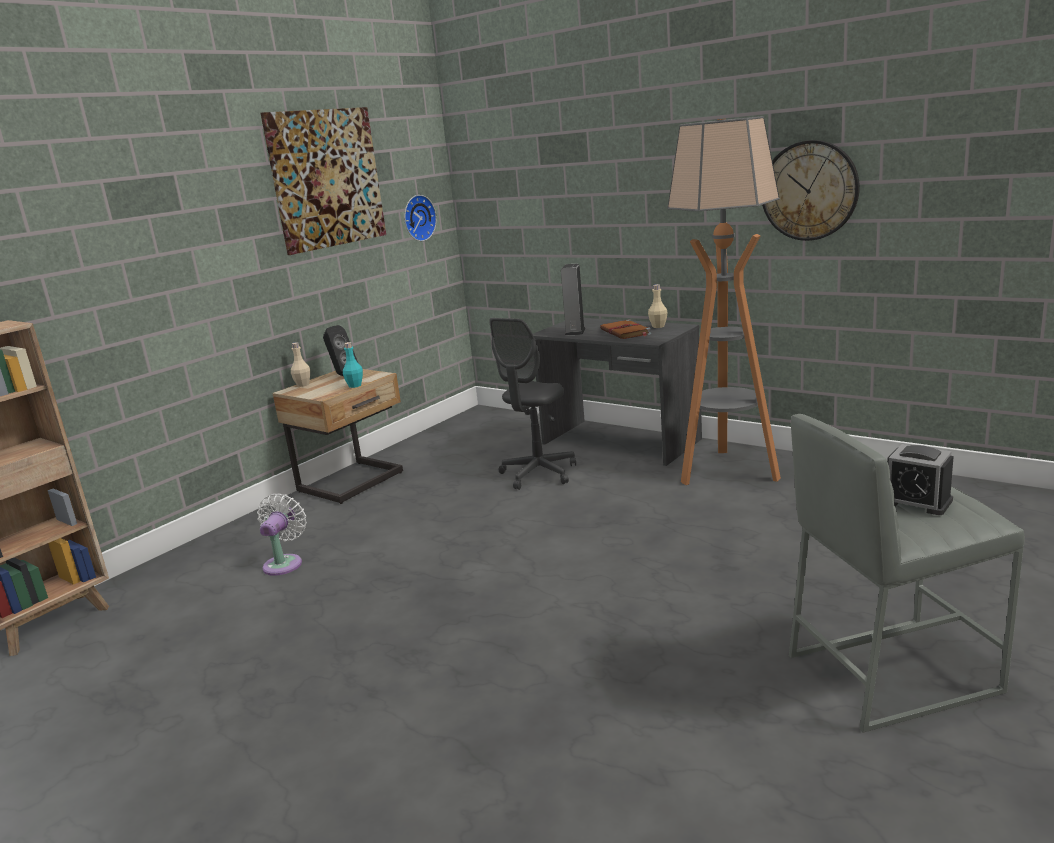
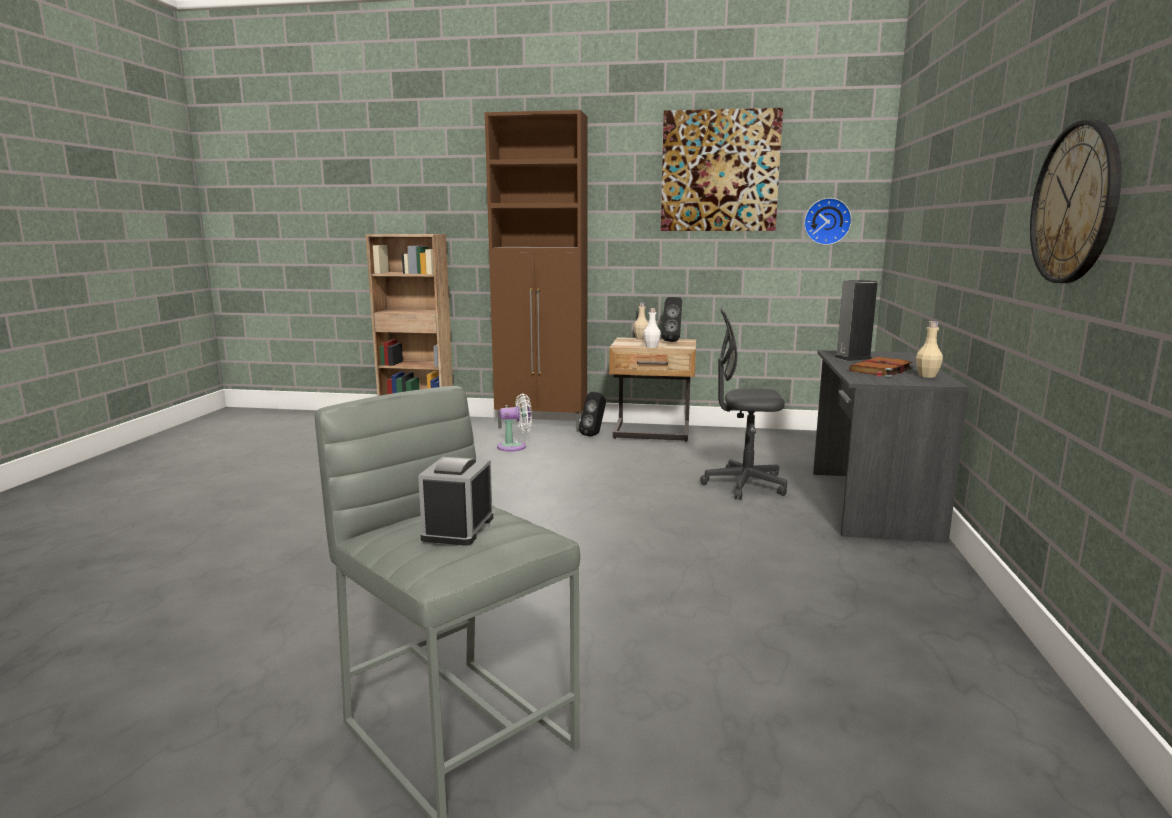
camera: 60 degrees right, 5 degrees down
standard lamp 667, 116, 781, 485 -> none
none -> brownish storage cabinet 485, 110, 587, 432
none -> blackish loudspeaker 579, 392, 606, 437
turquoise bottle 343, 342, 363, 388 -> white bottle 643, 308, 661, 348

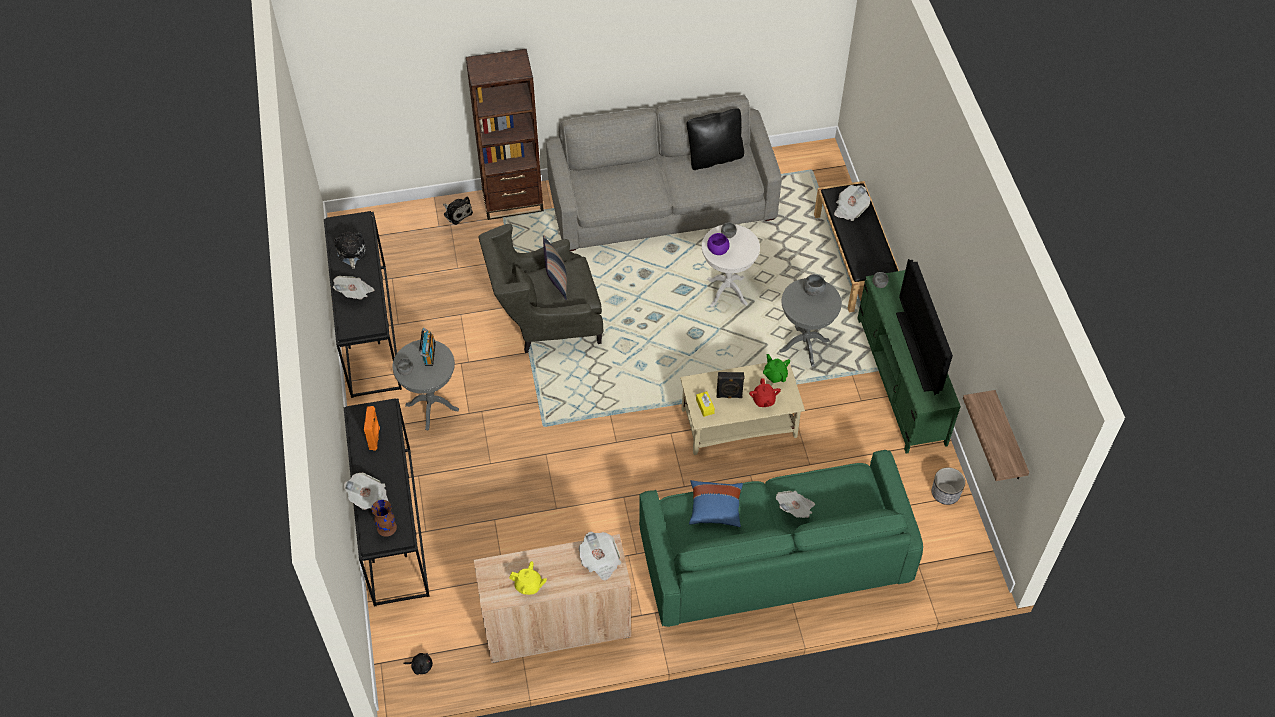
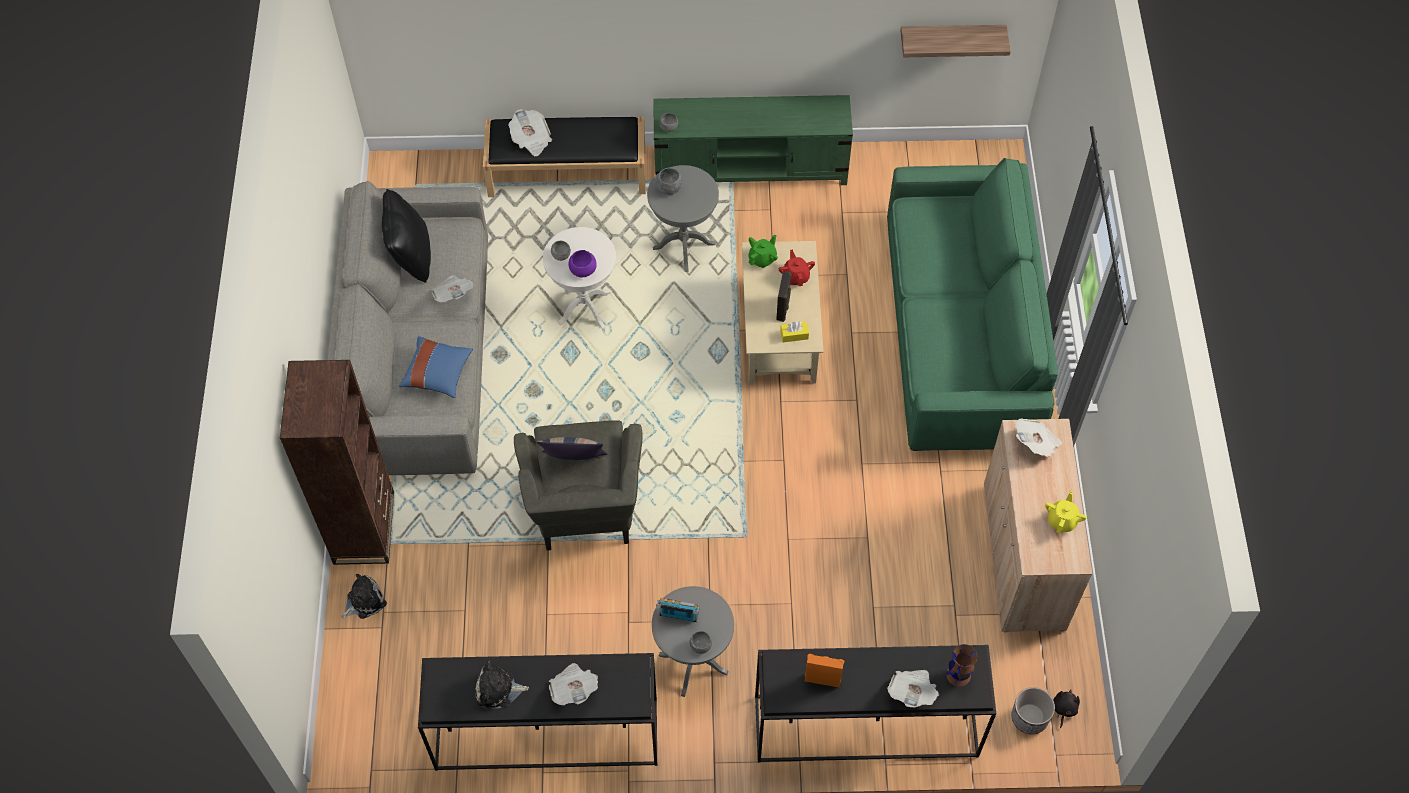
camera: 80 degrees left, 5 degrees up
TV set 896, 259, 953, 395 -> none
blue-coloured throw pillow 689, 480, 743, 527 -> blue-coloured throw pillow 399, 337, 473, 398, move
daily paper 776, 491, 815, 518 -> daily paper 432, 275, 473, 302, move
planter 932, 467, 965, 505 -> planter 1011, 687, 1055, 734, move
reddish teapot 749, 378, 781, 407 -> reddish teapot 779, 249, 815, 286, 105 degrees counterclockwise
greenish teapot 763, 354, 790, 383 -> greenish teapot 748, 234, 778, 268, 150 degrees clockwise

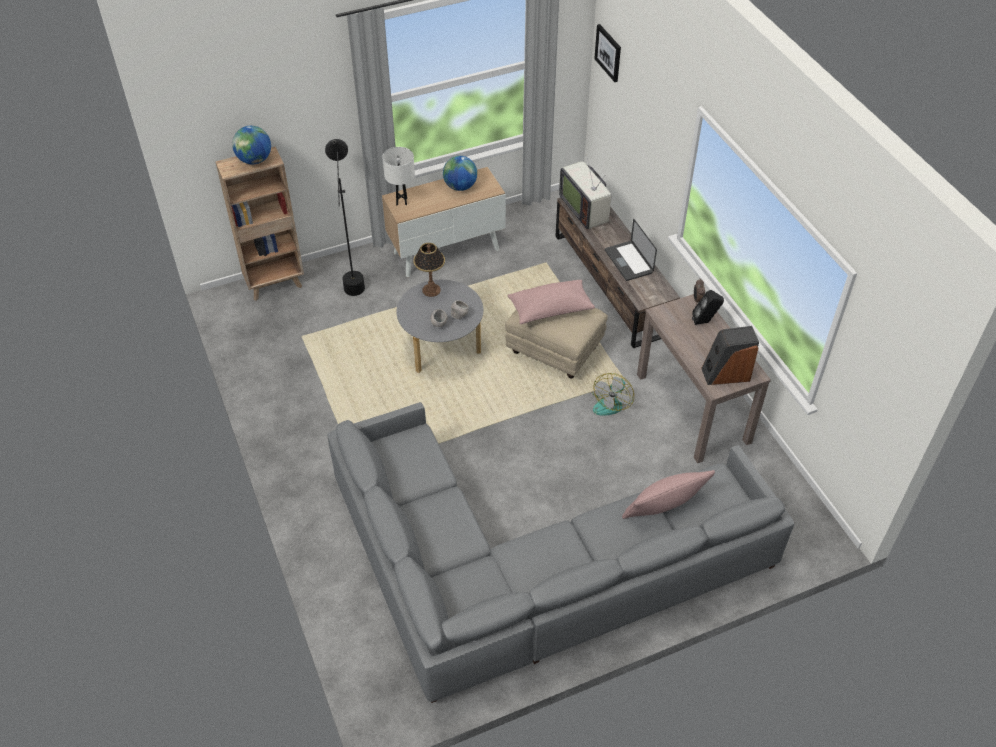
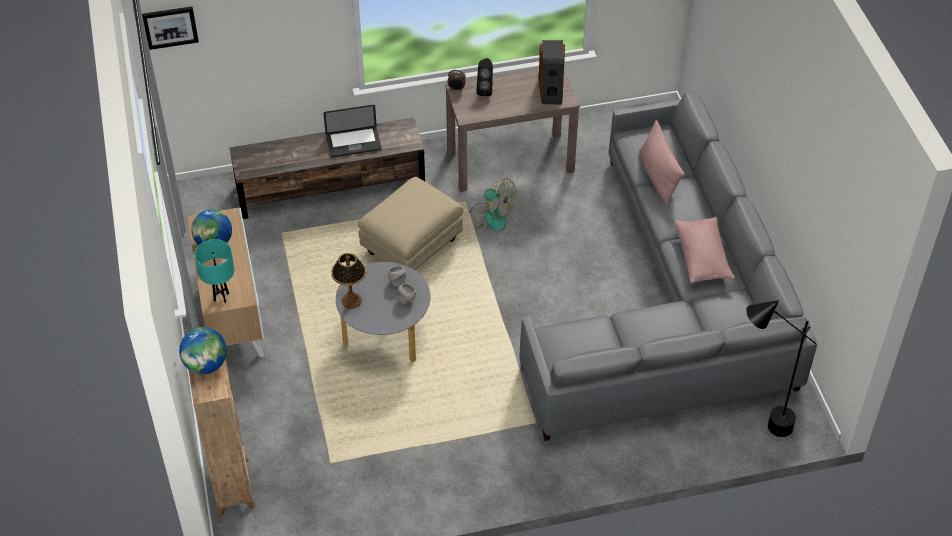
camera: 80 degrees left, 0 degrees up
TV set 559, 157, 611, 230 -> none
blackish standard lamp 325, 139, 365, 296 -> blackish standard lamp 746, 300, 816, 437, move
pink-coloured throw pillow 508, 280, 595, 324 -> pink-coloured throw pillow 674, 217, 735, 284, move
white lamp for a table 382, 147, 415, 205 -> turquoise lamp for a table 194, 239, 235, 303

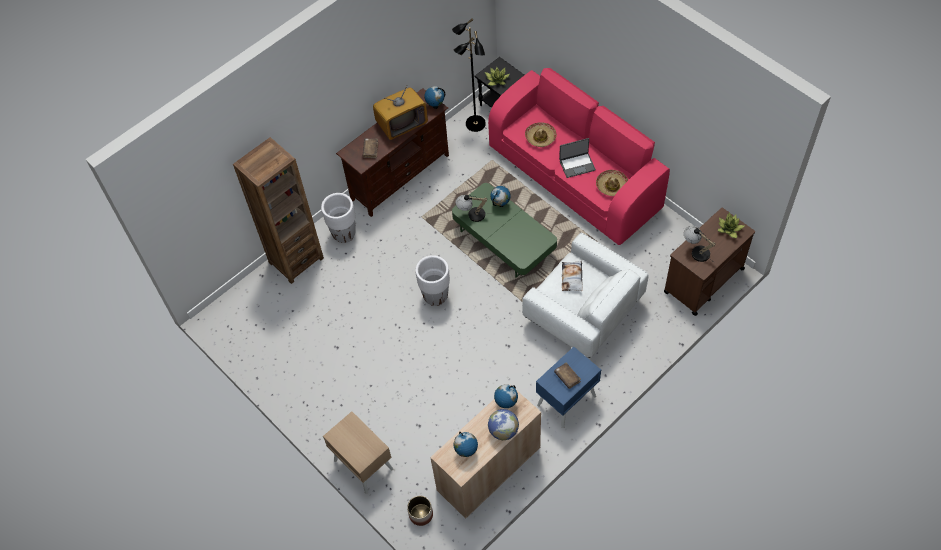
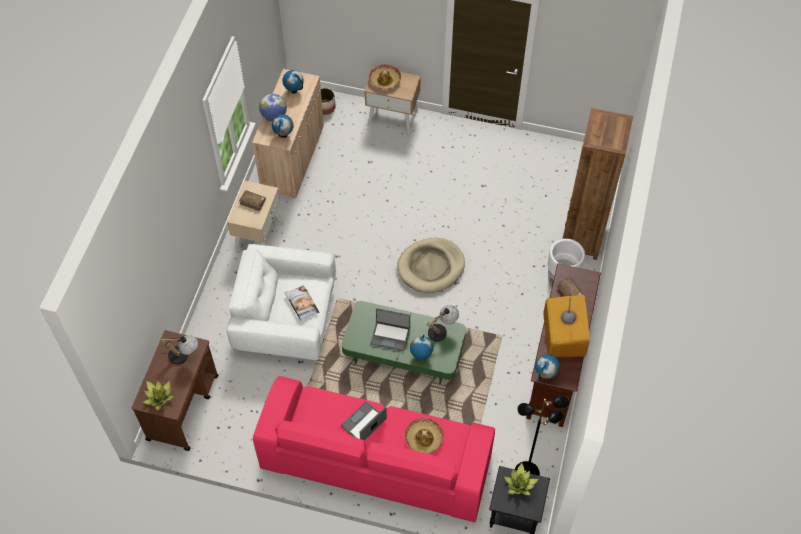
camera: 145 degrees right, 0 degrees up
none -> laptop 370, 308, 410, 351
clothing hat 596, 170, 628, 196 -> clothing hat 369, 64, 401, 89, move
white planter 415, 255, 450, 306 -> beige dog bed 397, 238, 465, 293
blue-coloured nightstand 536, 347, 601, 428 -> beige nightstand 227, 181, 282, 252
TV set 373, 85, 428, 140 -> TV set 543, 293, 590, 357, 150 degrees clockwise

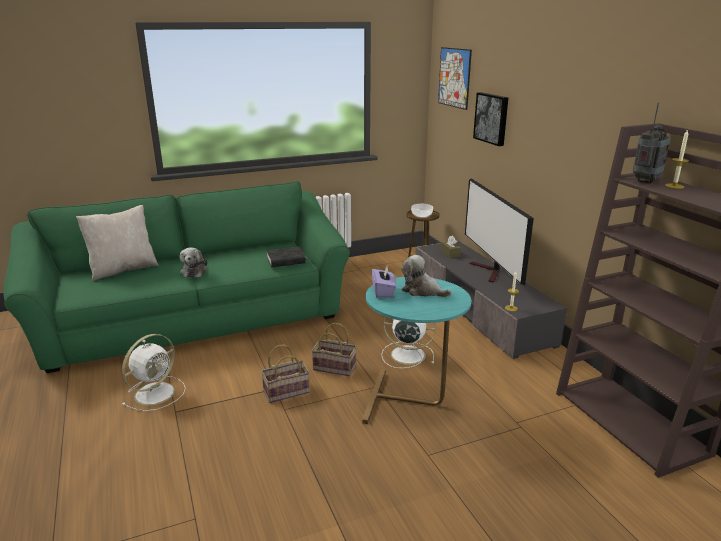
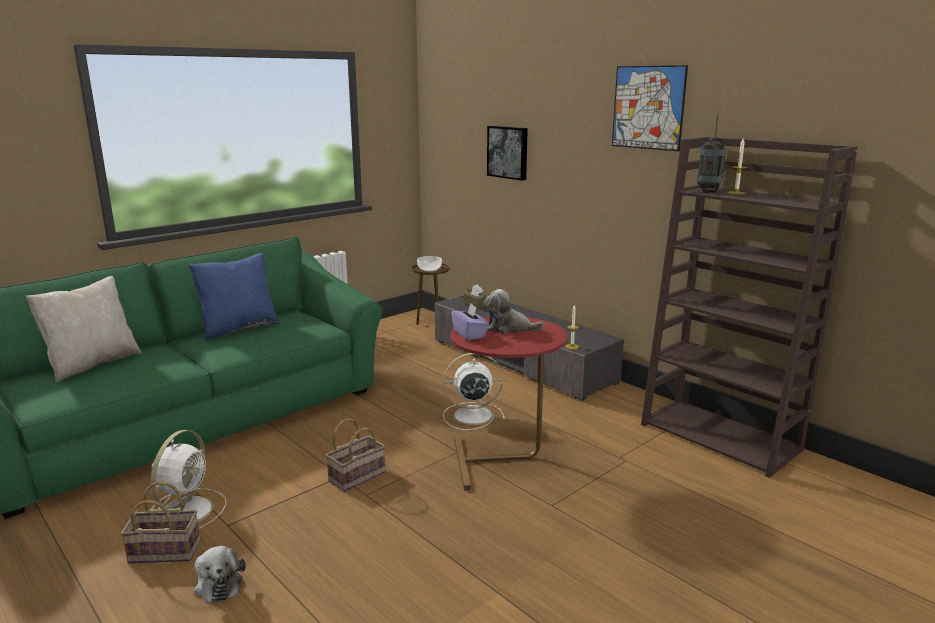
camera: 20 degrees left, 5 degrees down
blackish bound book 266, 247, 306, 267 -> none
TV set 465, 178, 534, 285 -> none
none -> blue-coloured throw pillow 189, 253, 280, 340
plush toy 180, 248, 208, 278 -> plush toy 193, 546, 246, 603, move
basket 311, 323, 357, 376 -> basket 121, 481, 200, 564, move
picture 438, 47, 472, 110 -> picture 612, 65, 688, 151, move
turquoise accent table 362, 277, 471, 424 -> reddish accent table 450, 317, 568, 490

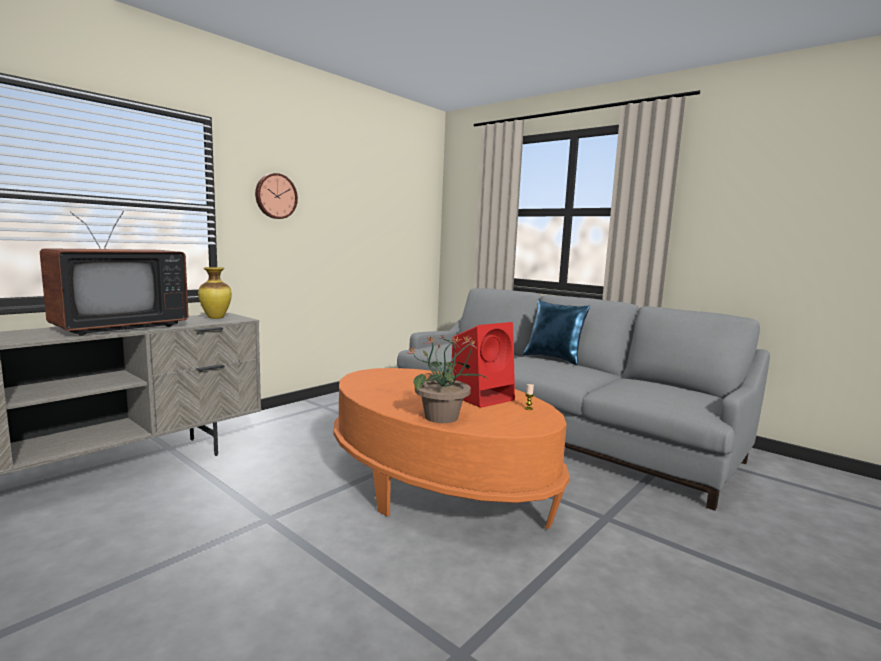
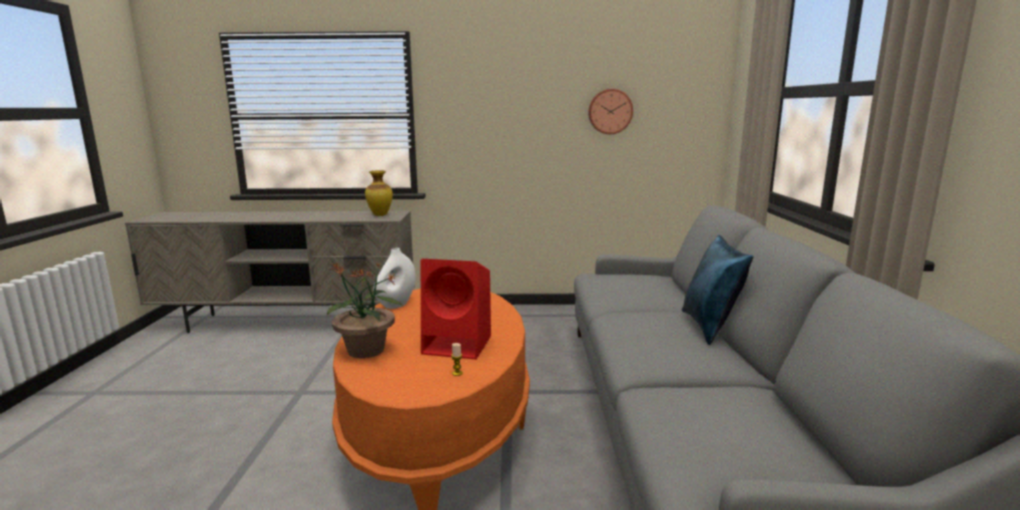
camera: 50 degrees right, 5 degrees up
TV set 40, 211, 188, 336 -> none
none -> white vase 373, 248, 416, 309
wall clock 255, 173, 298, 219 -> wall clock 588, 89, 633, 134, move

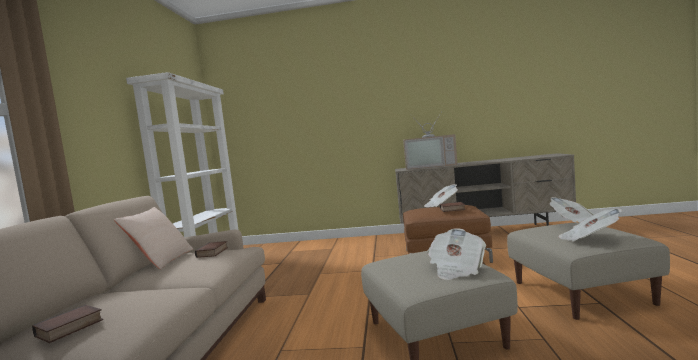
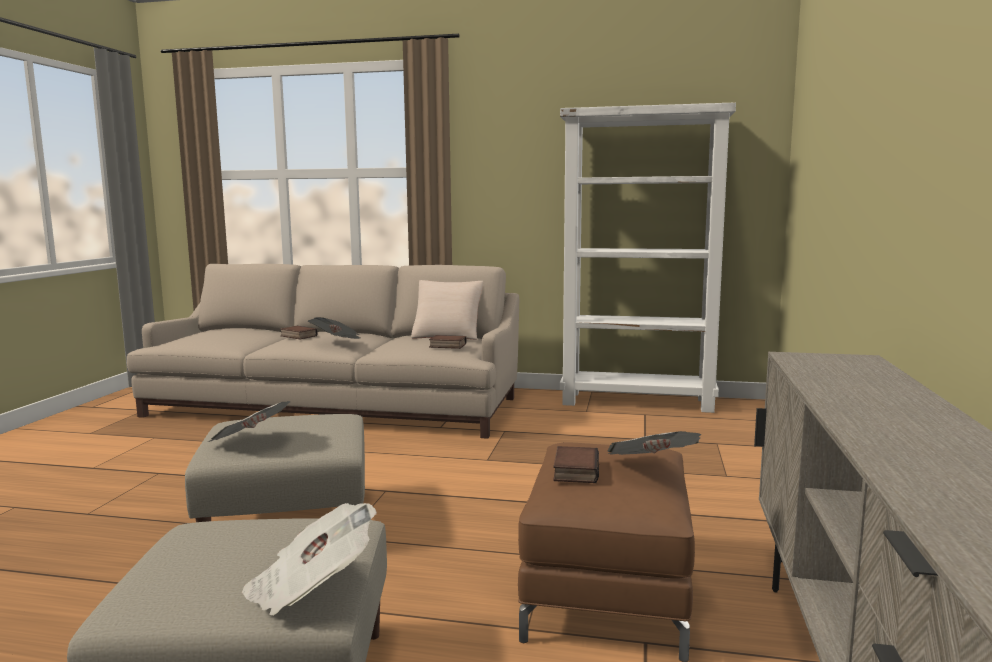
camera: 95 degrees right, 5 degrees up
TV set 403, 110, 458, 170 -> none
daily paper 558, 208, 622, 242 -> daily paper 308, 317, 360, 339, move

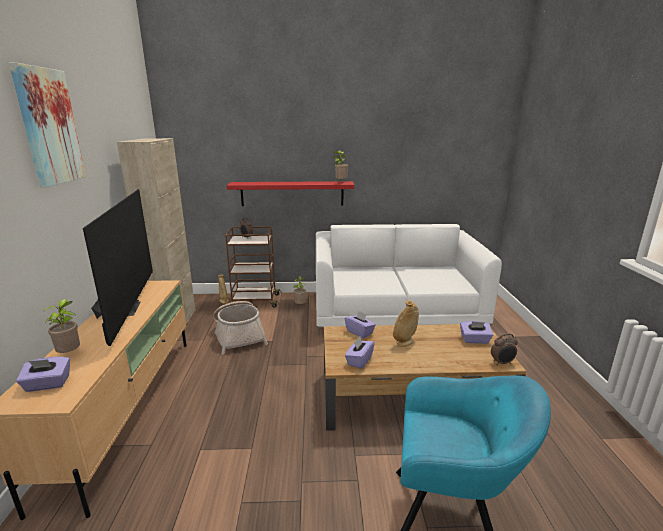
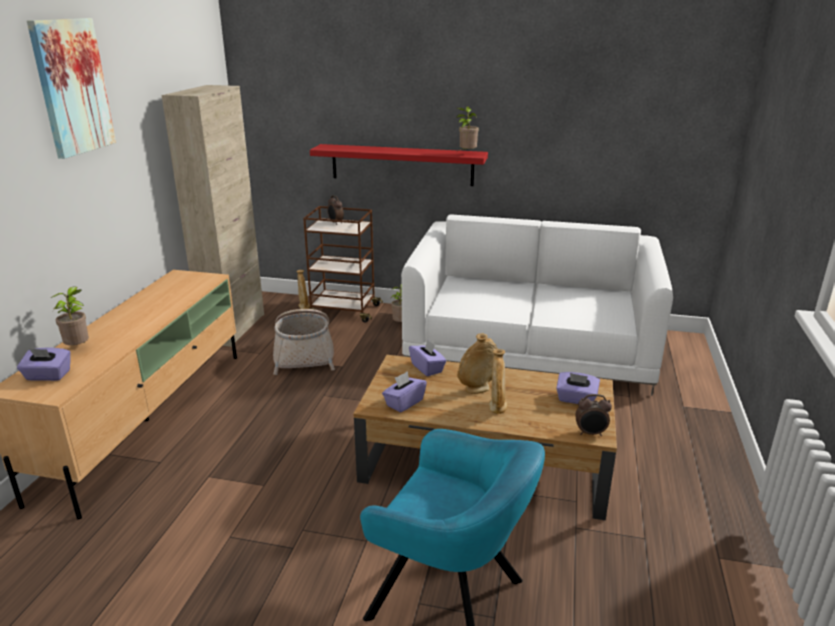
camera: 15 degrees right, 5 degrees up
TV set 83, 189, 153, 346 -> none
none -> beige vase 489, 349, 507, 414

